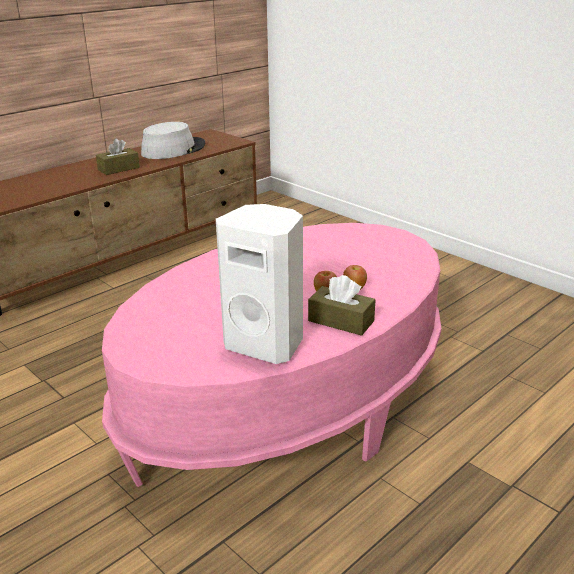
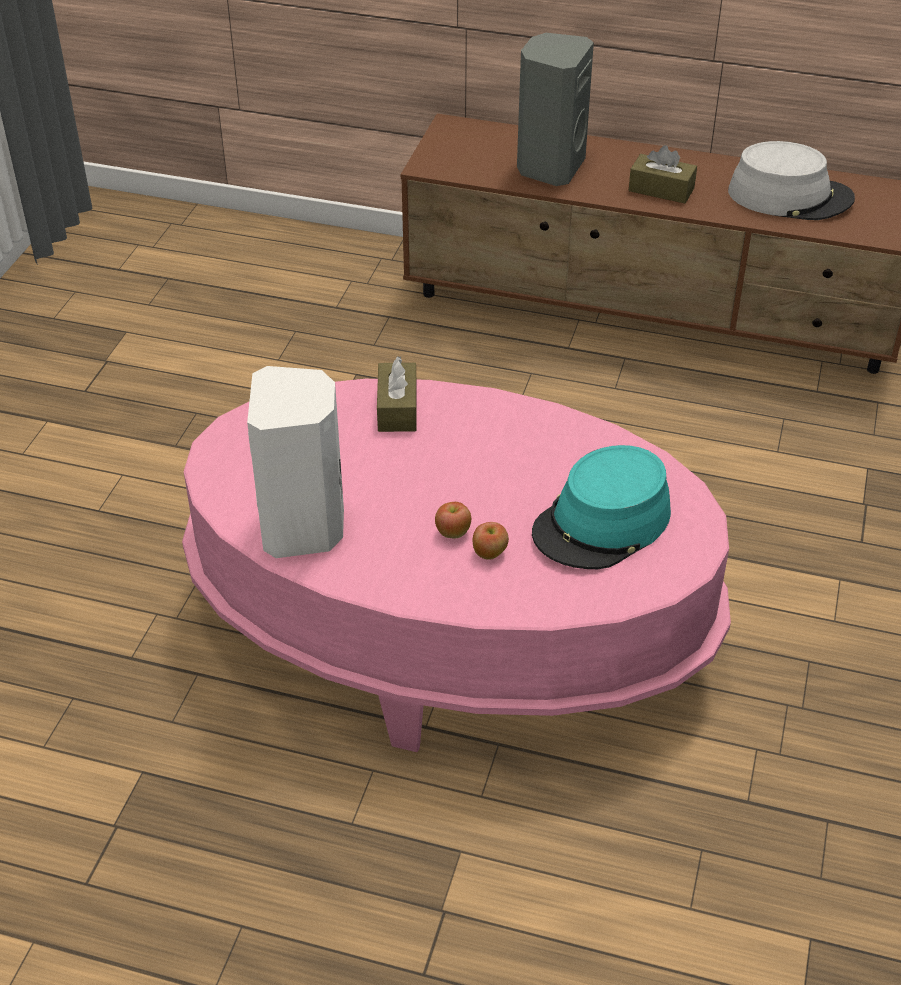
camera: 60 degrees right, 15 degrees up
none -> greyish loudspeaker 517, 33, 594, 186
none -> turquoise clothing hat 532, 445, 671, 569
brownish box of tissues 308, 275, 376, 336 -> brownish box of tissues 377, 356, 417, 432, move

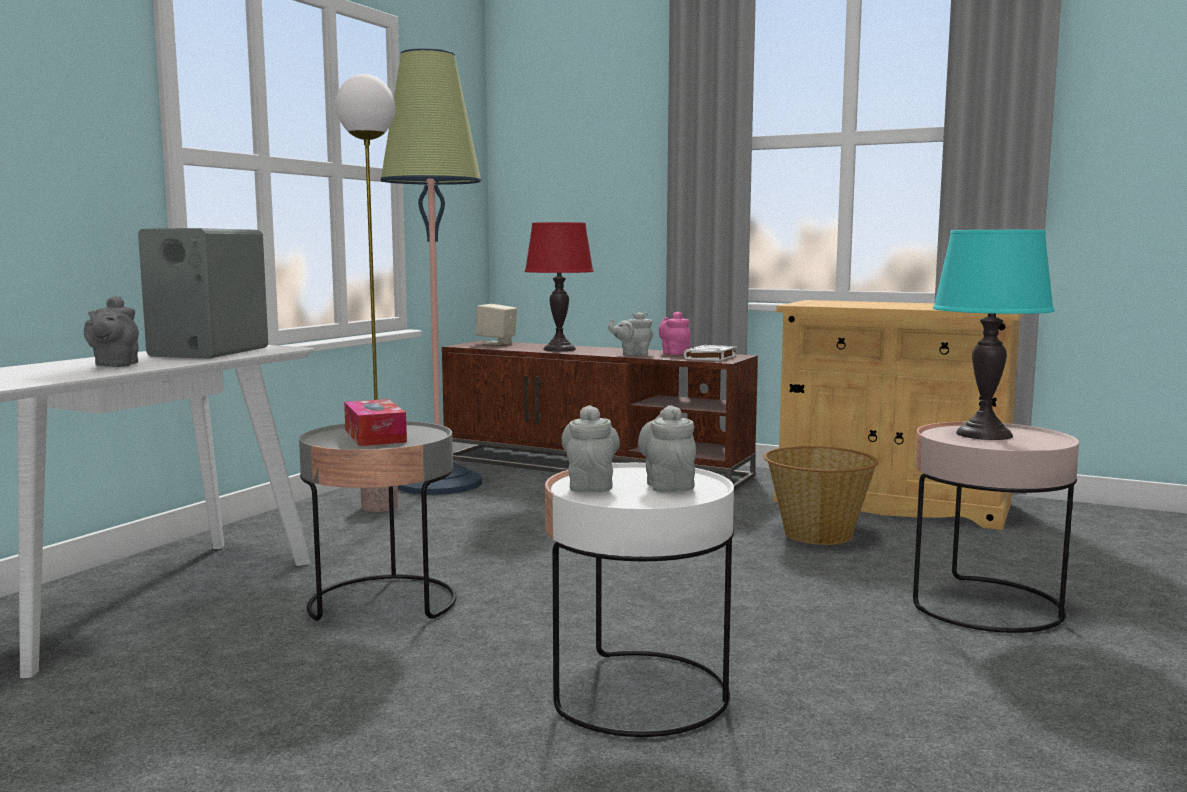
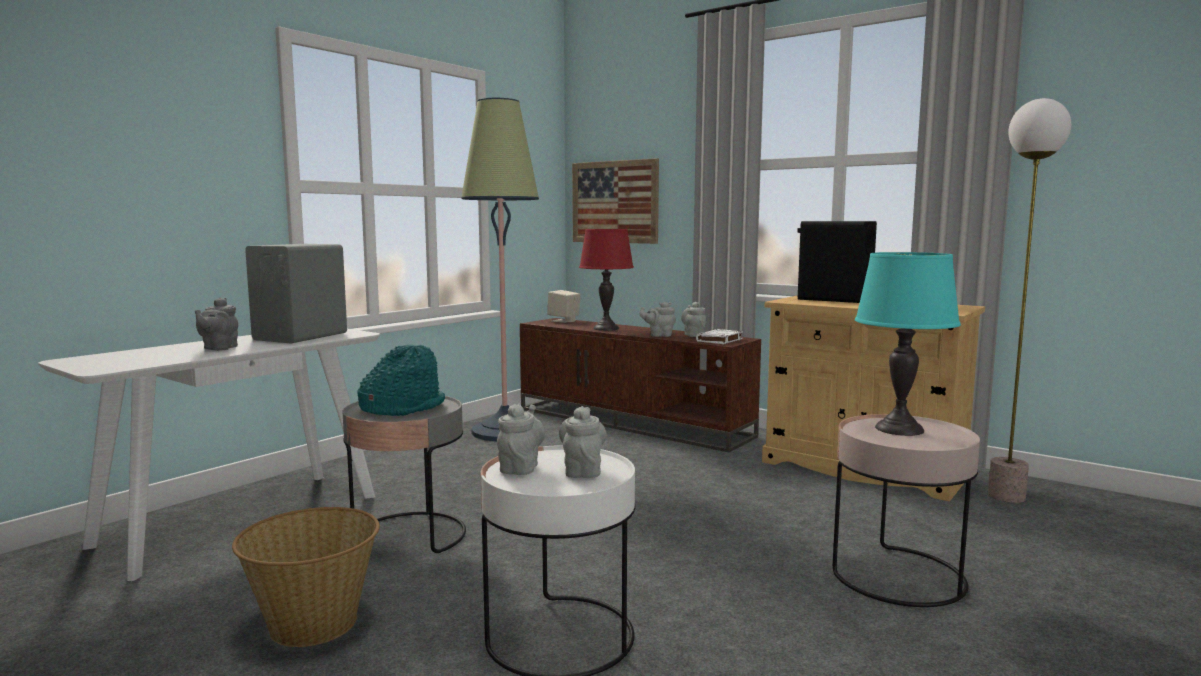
camera: 10 degrees right, 0 degrees up
none -> picture 572, 158, 659, 244
none -> blackish loudspeaker 798, 221, 877, 303
standard lamp 336, 74, 398, 512 -> standard lamp 988, 98, 1071, 503, move
basket 763, 446, 878, 545 -> basket 232, 507, 380, 647, move
box of tissues 344, 399, 407, 446 -> turquoise clothing hat 357, 344, 445, 416
pink-coloured teapot 659, 312, 690, 355 -> greyish teapot 681, 302, 706, 337

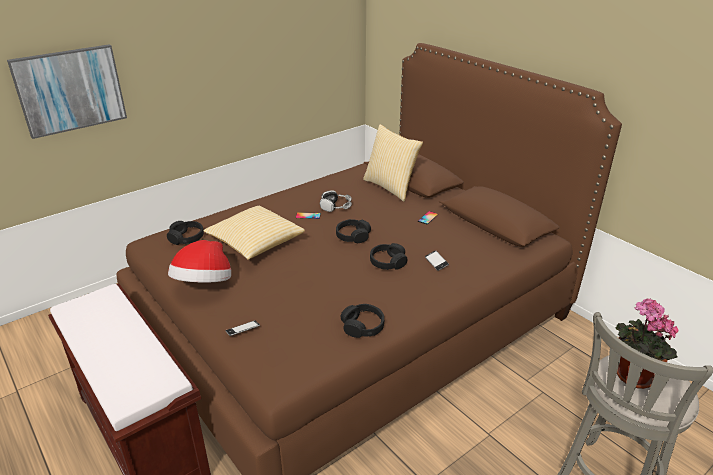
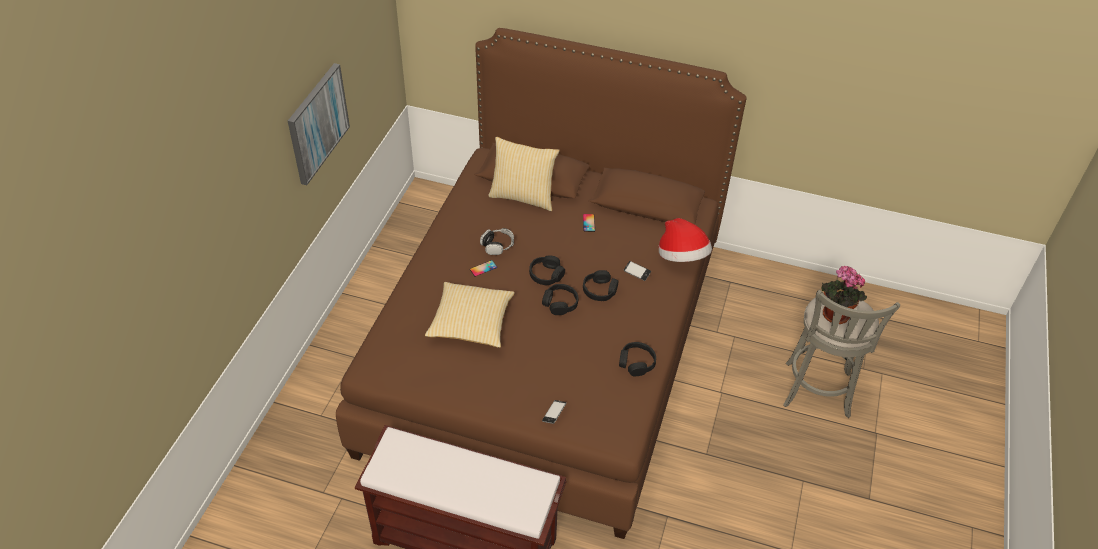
camera: 35 degrees left, 15 degrees up
picture 7, 44, 127, 139 -> picture 288, 63, 350, 185, move
blackish pair of headphones 167, 221, 204, 245 -> blackish pair of headphones 542, 284, 578, 315, move
clothing hat 168, 240, 231, 283 -> clothing hat 659, 218, 712, 262, move

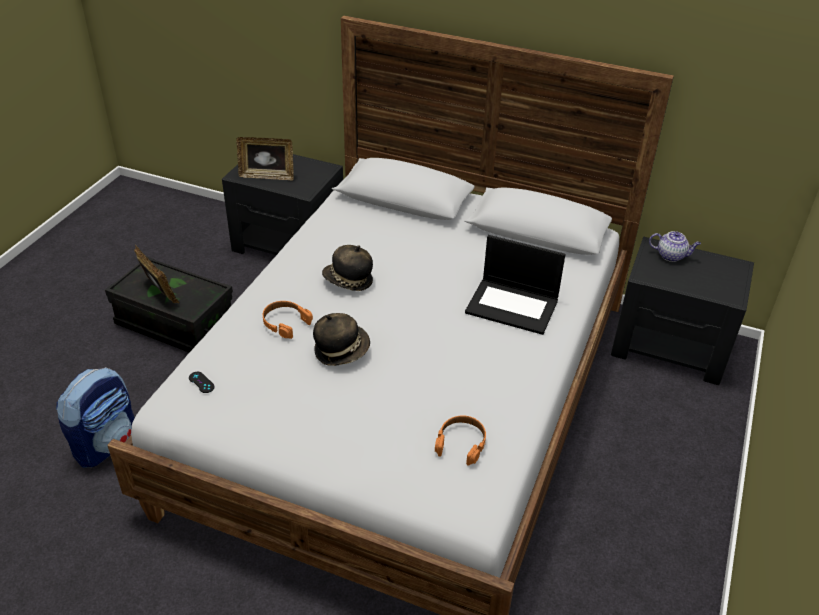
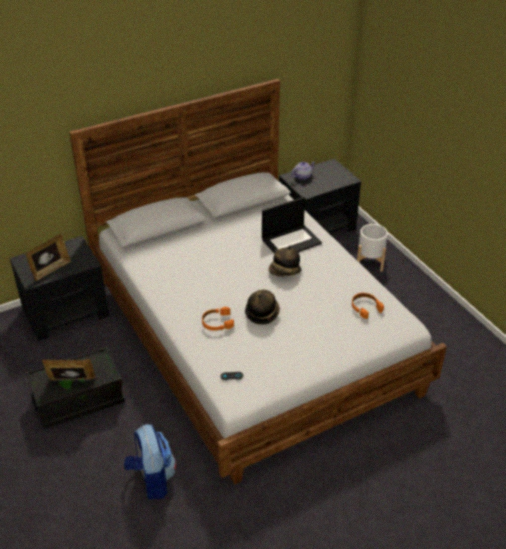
camera: 50 degrees left, 0 degrees up
none -> white planter 357, 224, 388, 272
clothing hat 322, 245, 373, 291 -> clothing hat 269, 245, 302, 277, move

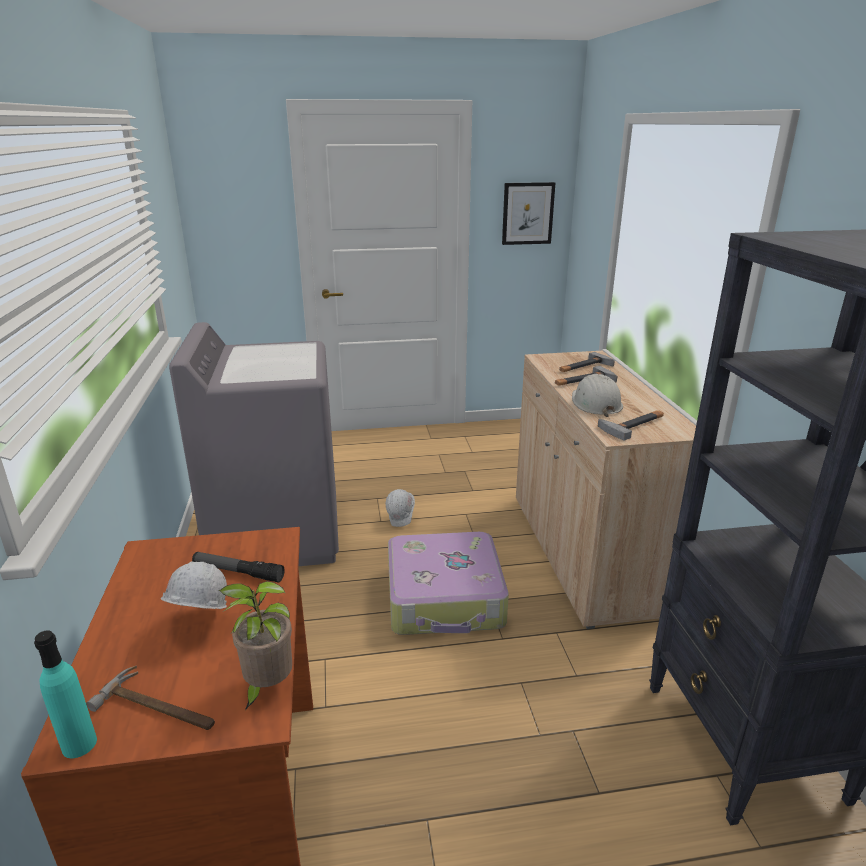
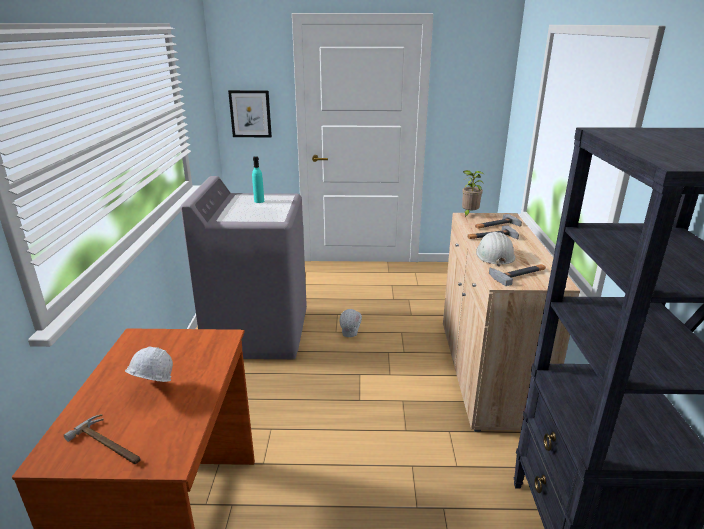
camera: 10 degrees right, 0 degrees up
flashlight 192, 552, 285, 583 -> none
travel case 388, 532, 509, 635 -> none
turquoise bottle 34, 630, 97, 758 -> turquoise bottle 252, 156, 264, 203, move
potted plant 219, 581, 292, 710 -> potted plant 462, 170, 484, 218, move
picture 502, 182, 555, 245 -> picture 228, 90, 272, 137, move

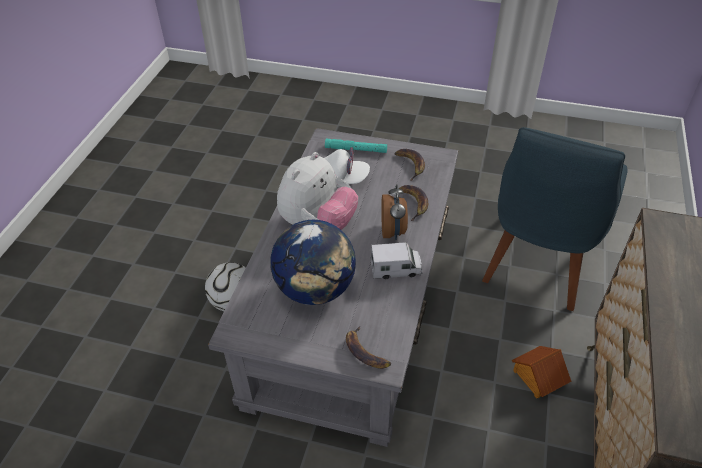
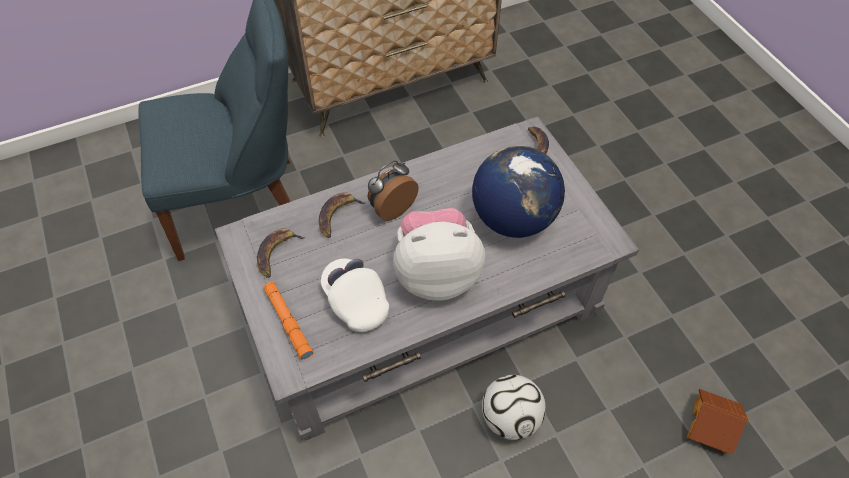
camera: 130 degrees left, 10 degrees up
toy lorry 371, 242, 423, 279 -> none
toy house 512, 346, 571, 399 -> toy house 687, 389, 749, 454, move
turquoise flashlight 325, 139, 387, 153 -> orange flashlight 263, 282, 313, 360

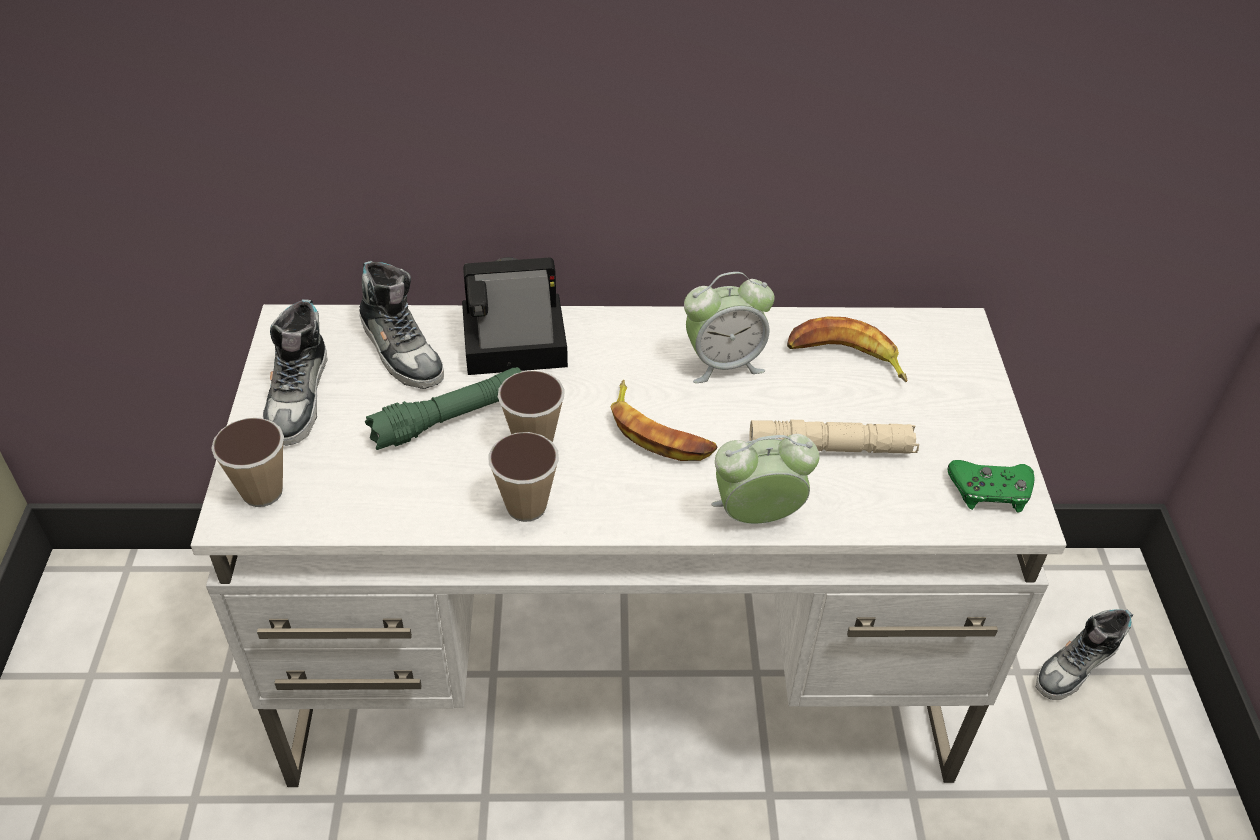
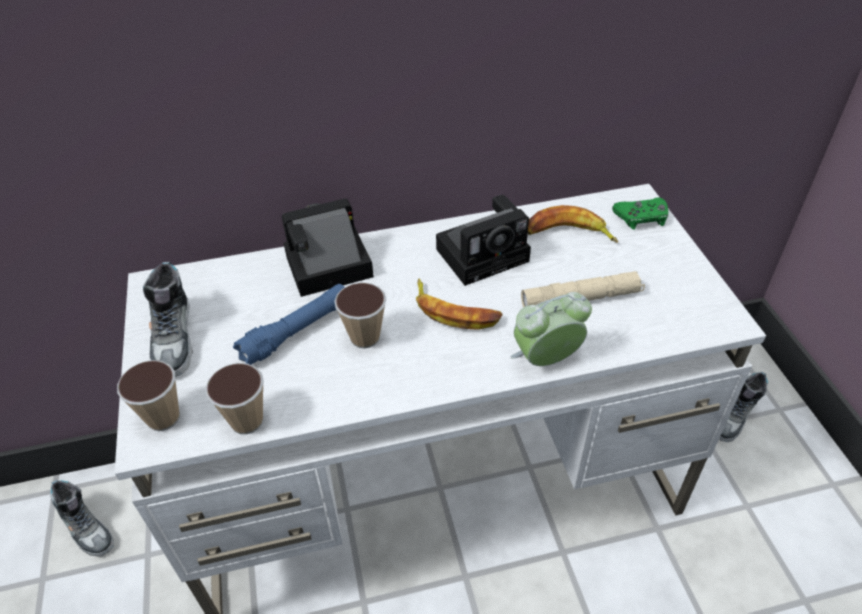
camera: 10 degrees left, 0 degrees up
item of footwear 359, 261, 444, 389 -> item of footwear 50, 479, 114, 557, move
small cup 489, 432, 559, 522 -> small cup 205, 363, 264, 434, move
greenish game controller 947, 460, 1035, 512 -> greenish game controller 612, 197, 668, 230, move
alarm clock 684, 272, 775, 383 -> photo camera 436, 195, 531, 286
greenish flashlight 365, 367, 522, 450 -> blue-coloured flashlight 233, 284, 345, 365

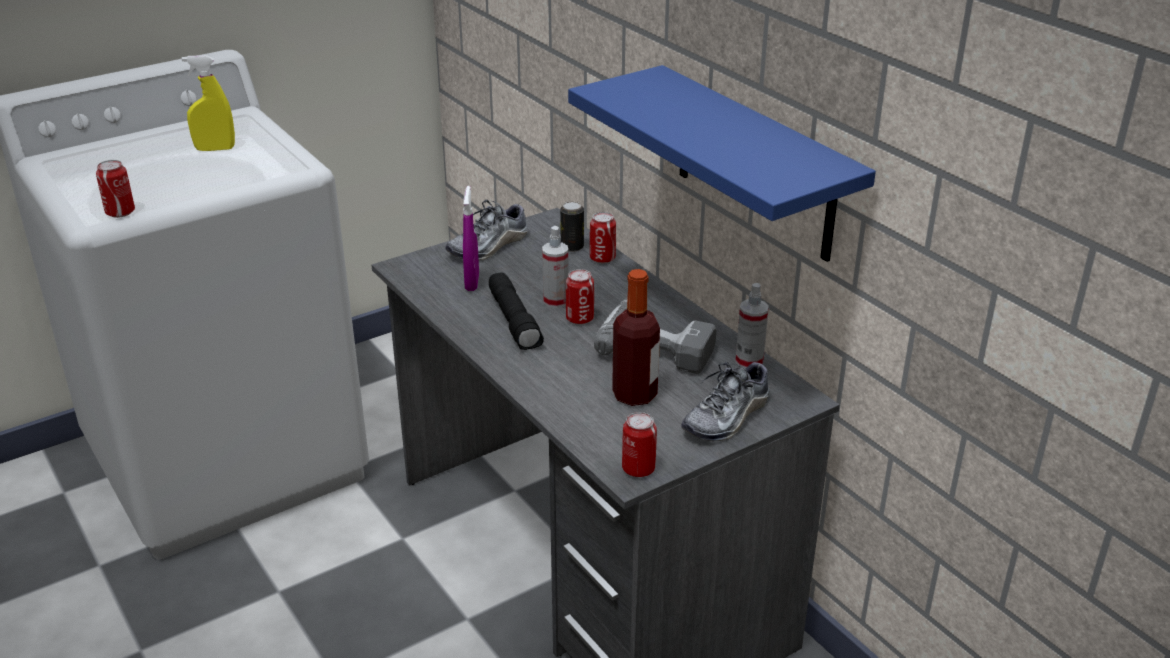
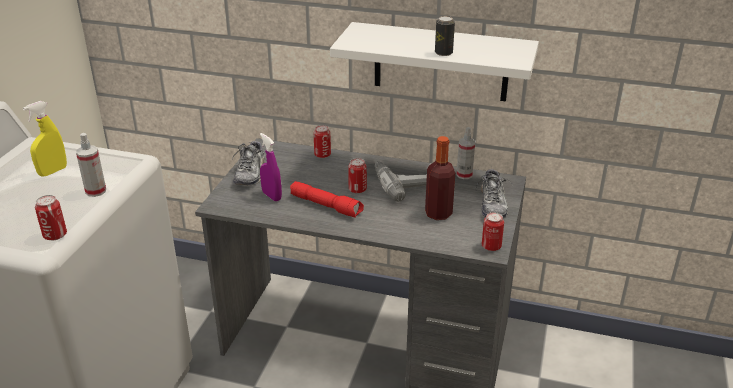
camera: 40 degrees left, 0 degrees up
sprayer 542, 226, 569, 308 -> sprayer 76, 133, 106, 197, move
can 560, 201, 584, 252 -> can 435, 16, 455, 56, move
blackish flashlight 489, 273, 544, 350 -> reddish flashlight 290, 181, 364, 218
blue-coloured shelf 568, 65, 876, 262 -> white shelf 330, 22, 539, 101

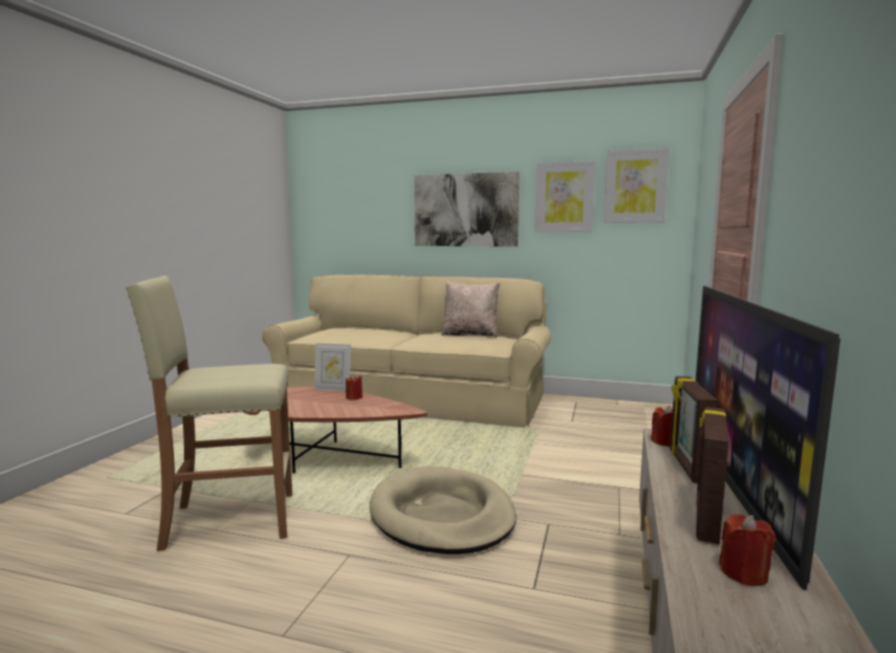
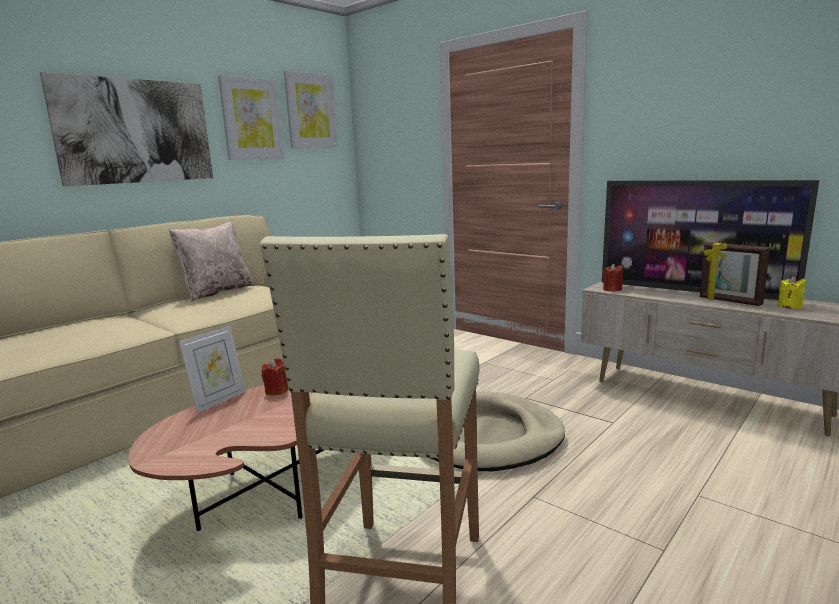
camera: 65 degrees left, 5 degrees up
picture frame 670, 376, 717, 483 -> none
reddish wax candle 719, 514, 776, 586 -> yellow-coloured wax candle 778, 276, 805, 309

